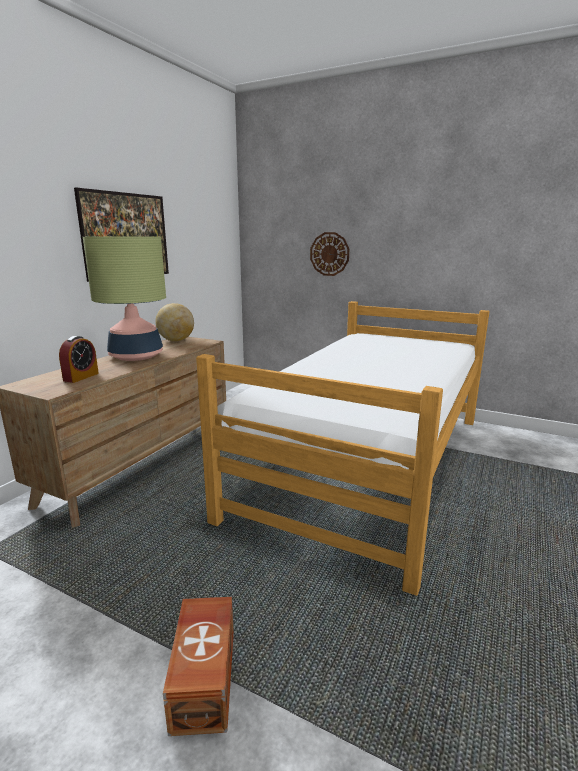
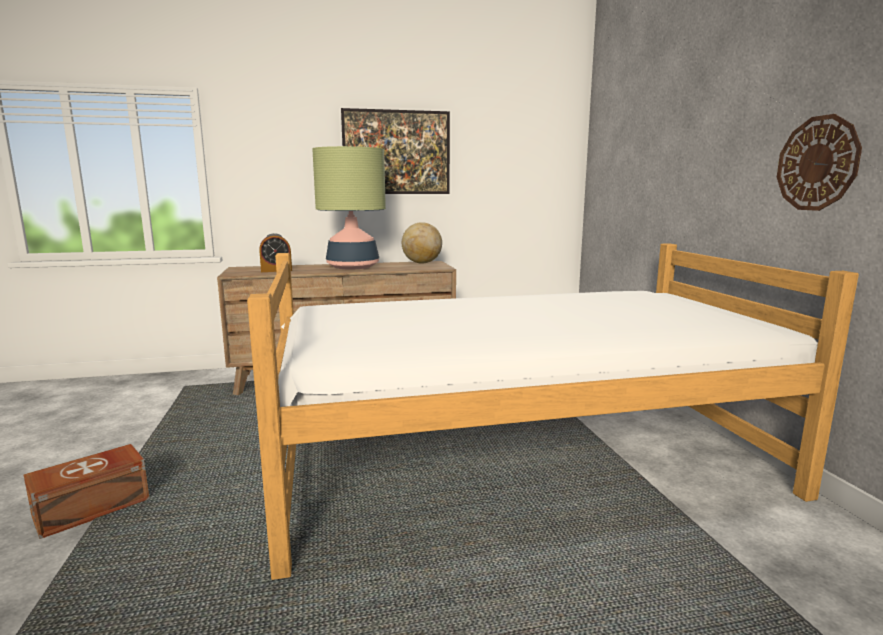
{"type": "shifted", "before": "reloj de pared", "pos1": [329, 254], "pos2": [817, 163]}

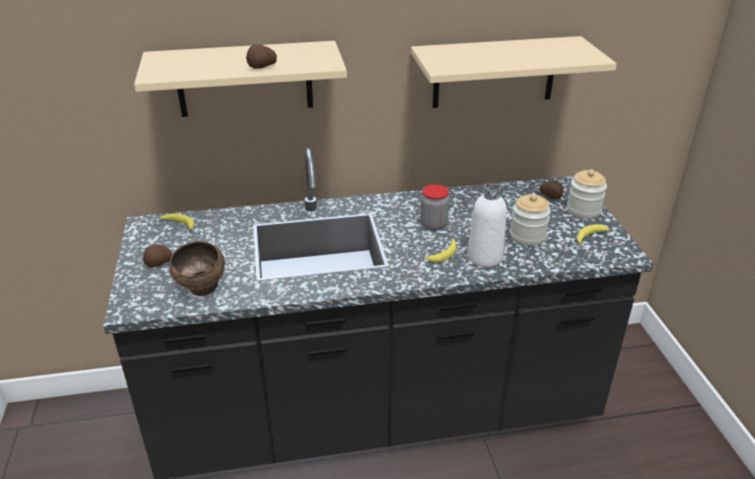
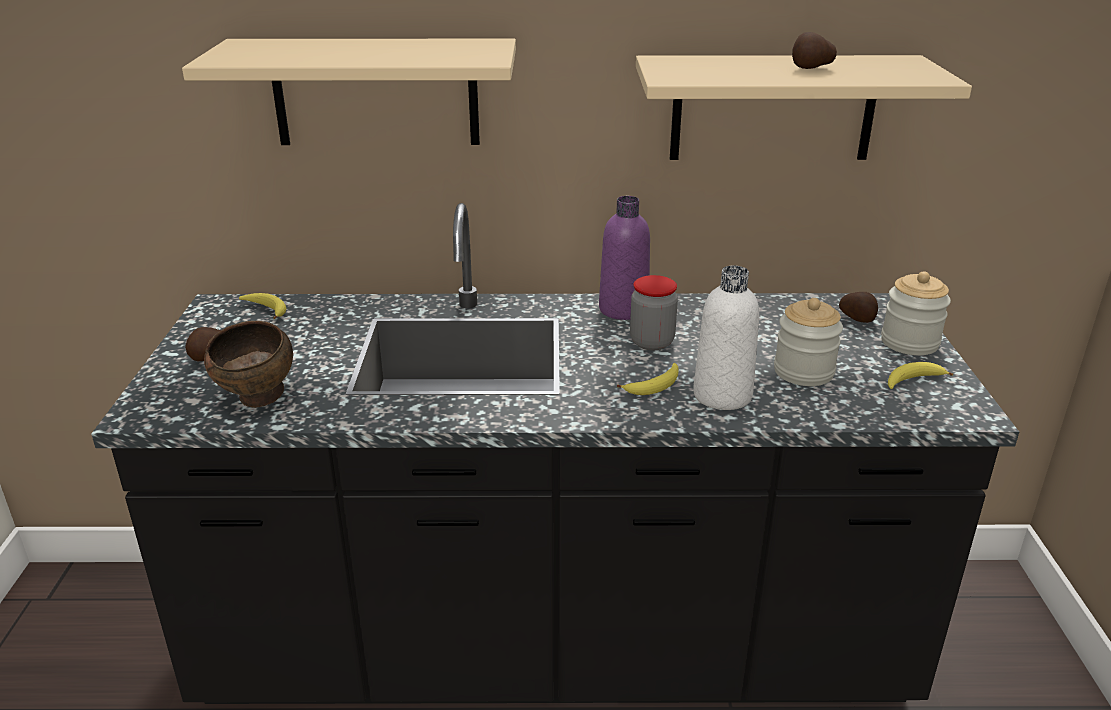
{"type": "shifted", "before": "patata", "pos1": [262, 67], "pos2": [810, 68]}
{"type": "new", "after": "botella/morado", "pos2": [623, 309]}

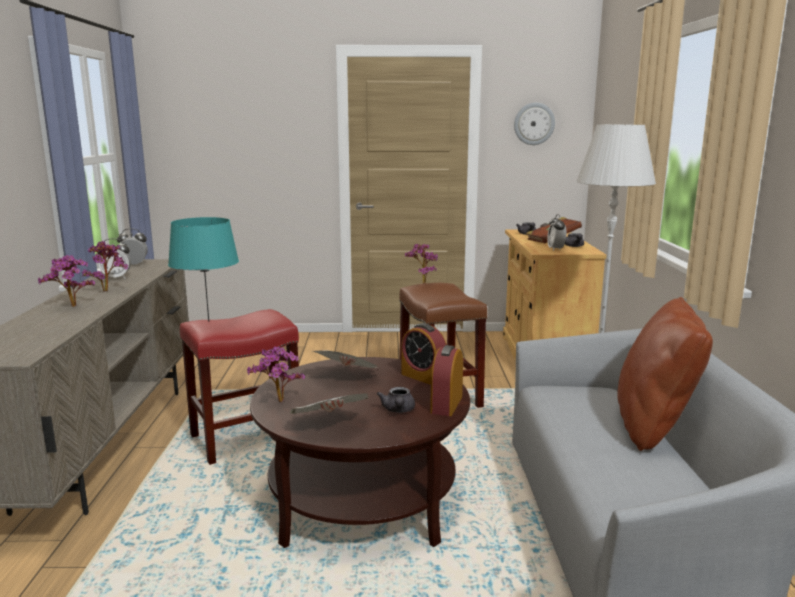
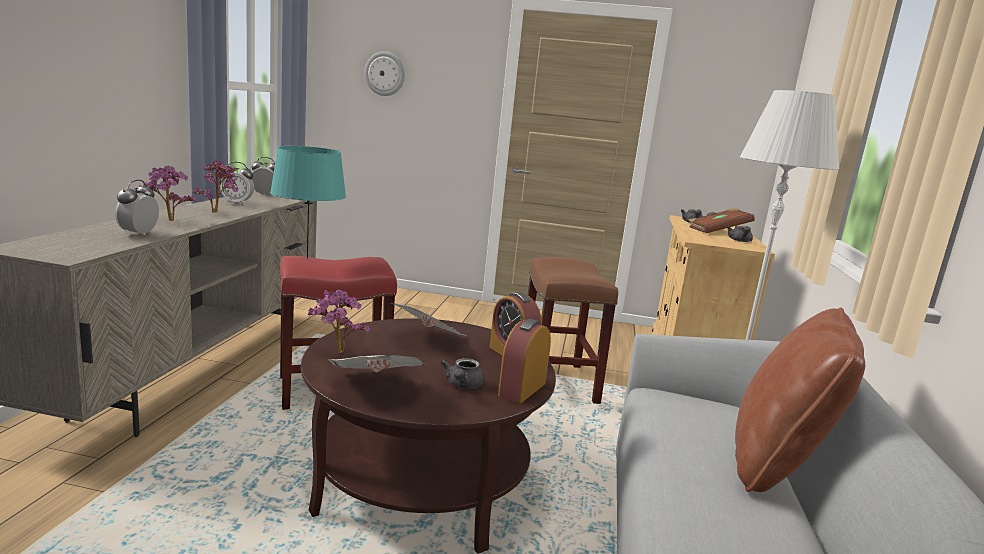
{"type": "gone", "before": "planta en maceta", "pos1": [421, 283]}
{"type": "shifted", "before": "reloj de pared", "pos1": [534, 124], "pos2": [385, 74]}
{"type": "shifted", "before": "despertador", "pos1": [555, 249], "pos2": [139, 234]}

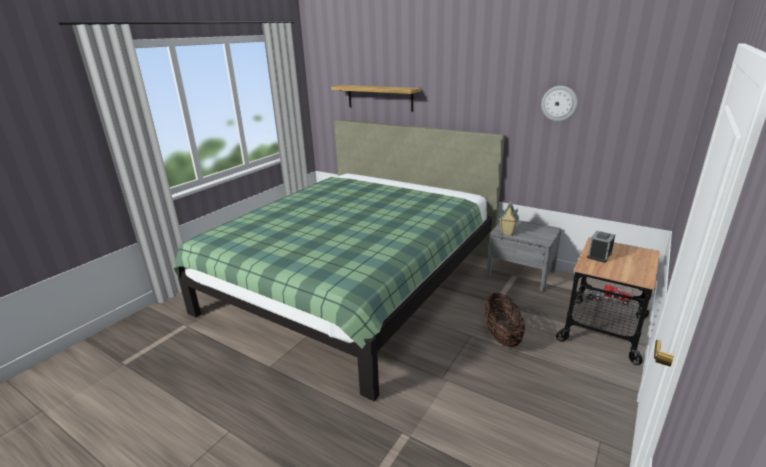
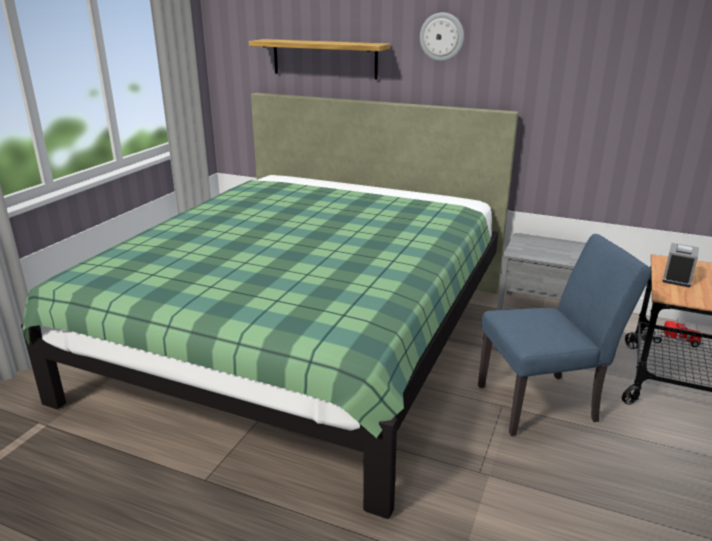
{"type": "swapped", "before": "cesta", "after": "silla/azul", "pos1": [501, 336], "pos2": [545, 402]}
{"type": "gone", "before": "casita", "pos1": [507, 233]}
{"type": "shifted", "before": "reloj de pared", "pos1": [559, 103], "pos2": [442, 37]}

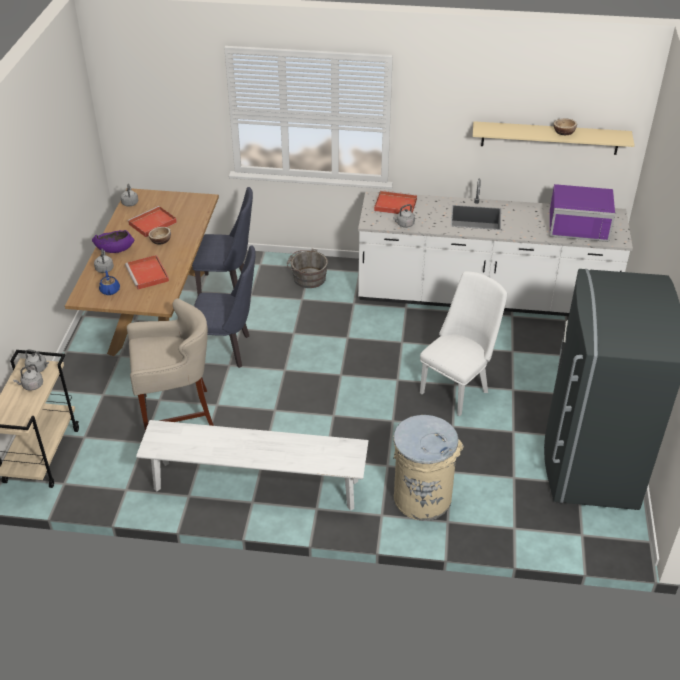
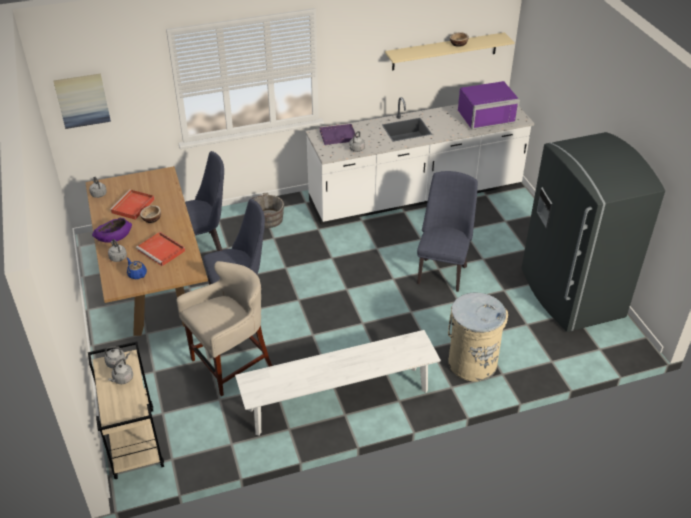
{"type": "repainted", "before": "bandeja/rojo", "after": "bandeja/morado", "pos1": [394, 205], "pos2": [337, 136]}
{"type": "repainted", "before": "silla/blanco", "after": "silla/azul", "pos1": [457, 388], "pos2": [442, 271]}
{"type": "new", "after": "cuadro", "pos2": [82, 100]}

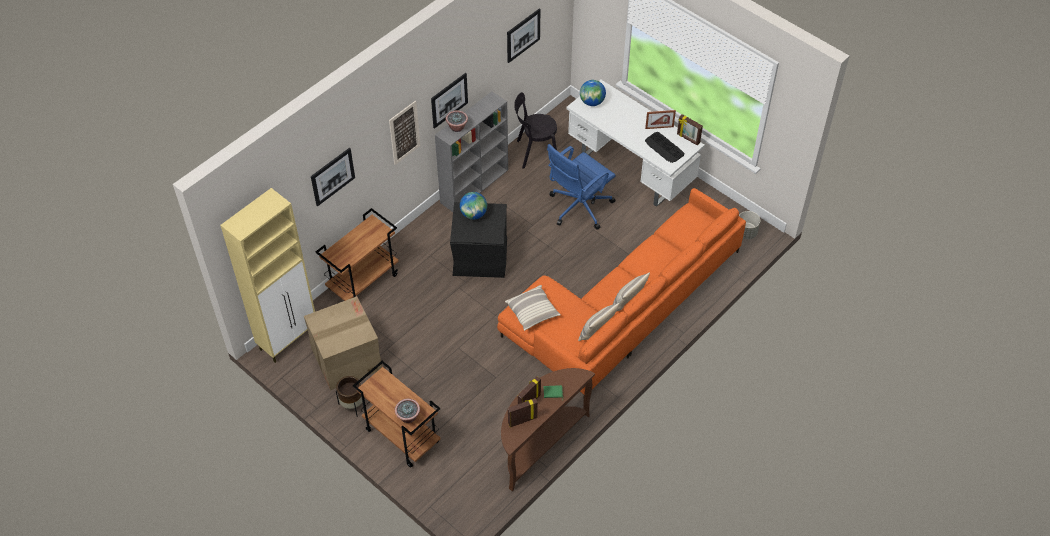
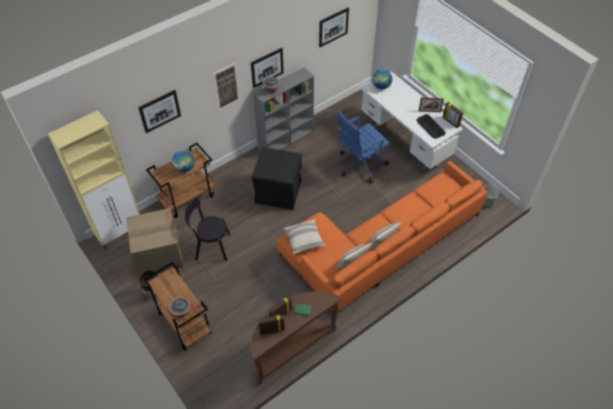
{"type": "shifted", "before": "globo terráqueo", "pos1": [473, 214], "pos2": [185, 168]}
{"type": "shifted", "before": "silla/negro", "pos1": [535, 152], "pos2": [210, 246]}

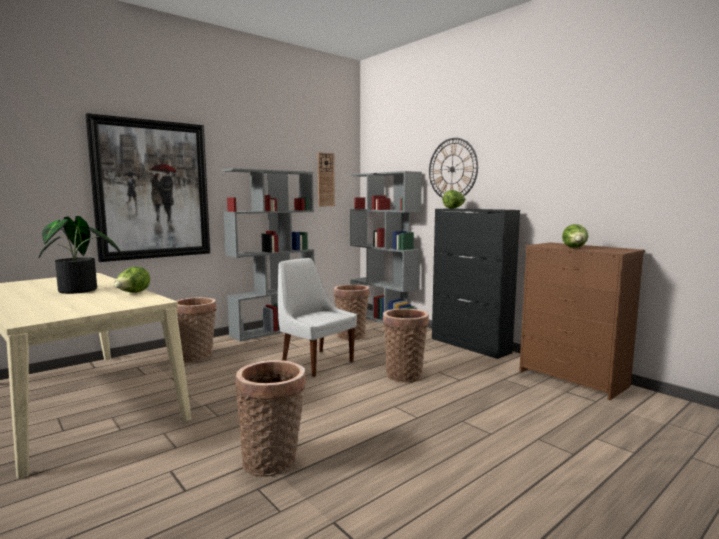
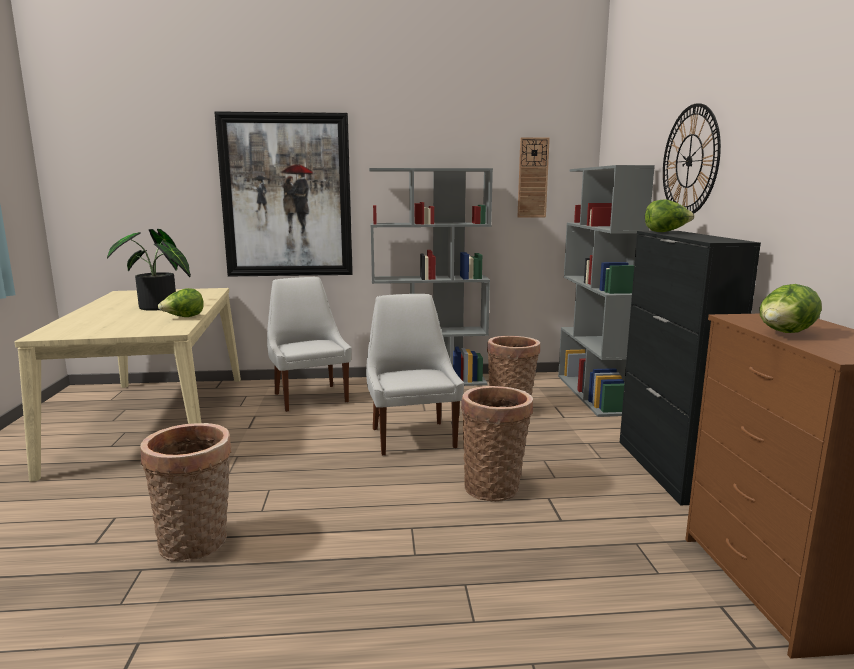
{"type": "swapped", "before": "cesta", "after": "silla/blanco", "pos1": [197, 356], "pos2": [310, 397]}

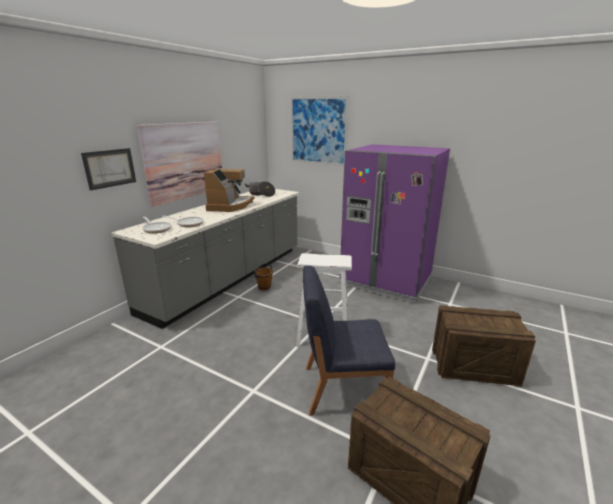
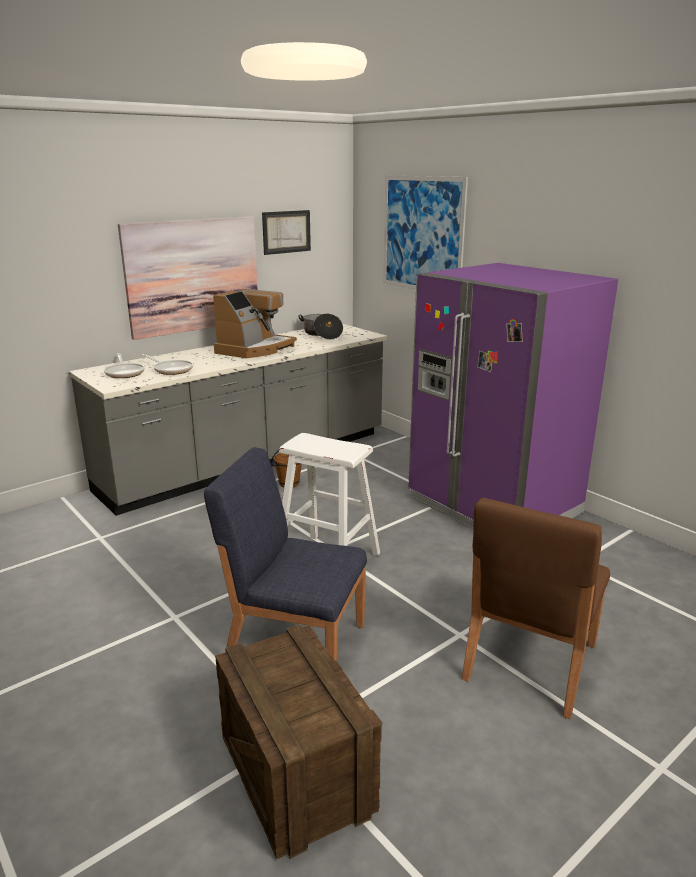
{"type": "shifted", "before": "cuadro", "pos1": [110, 168], "pos2": [286, 232]}
{"type": "swapped", "before": "caja de embalaje", "after": "silla/marrón", "pos1": [473, 365], "pos2": [529, 662]}

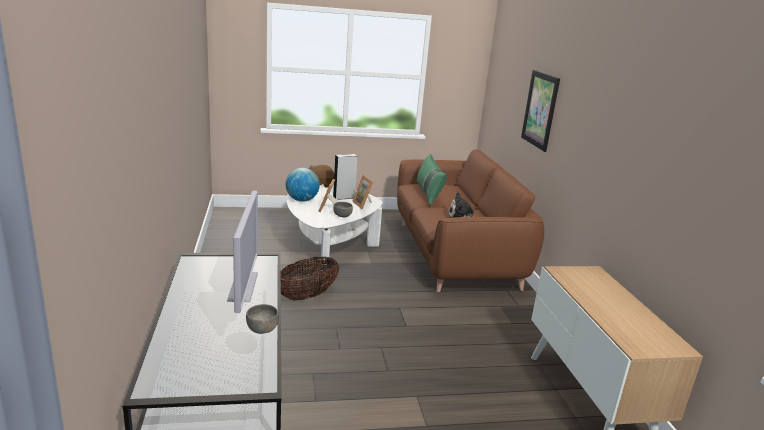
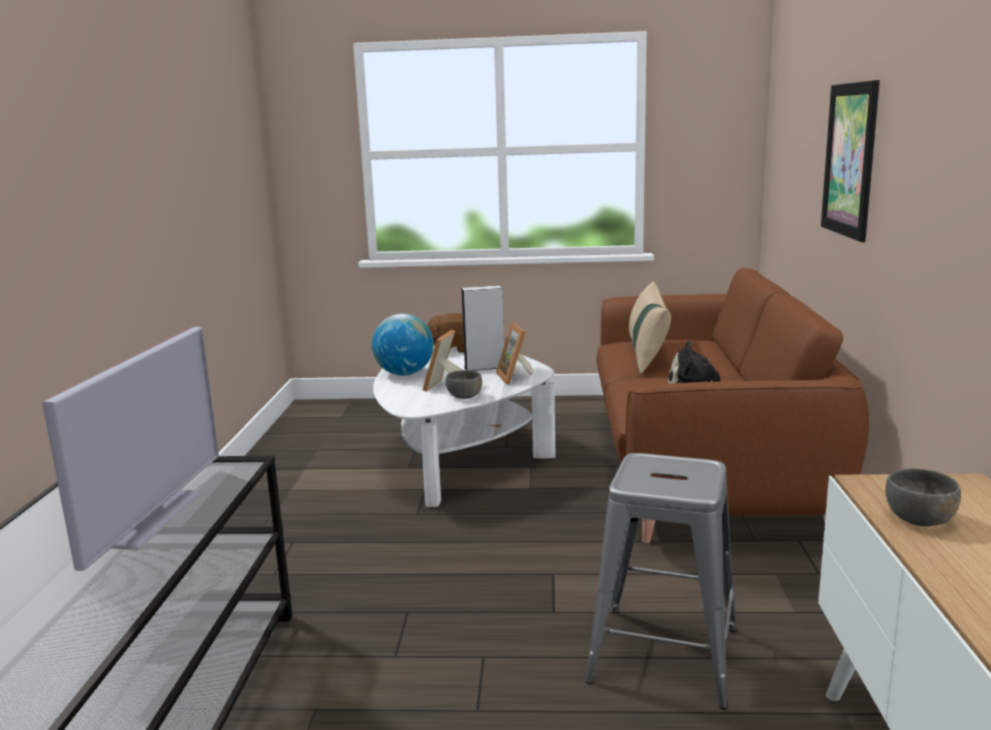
{"type": "shifted", "before": "cuenco/gris", "pos1": [262, 329], "pos2": [920, 519]}
{"type": "gone", "before": "cesta", "pos1": [307, 295]}
{"type": "repainted", "before": "cojín/verde", "after": "cojín/beis", "pos1": [428, 194], "pos2": [647, 355]}
{"type": "new", "after": "taburete/gris", "pos2": [663, 655]}

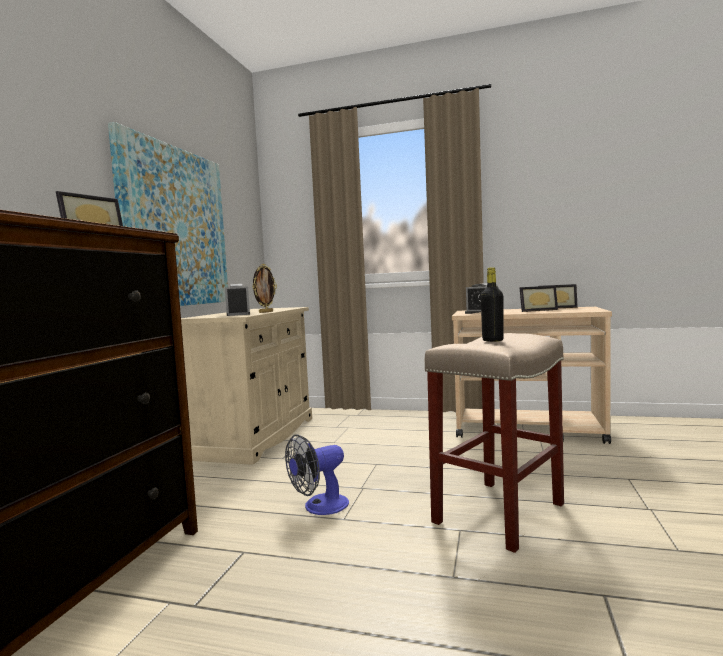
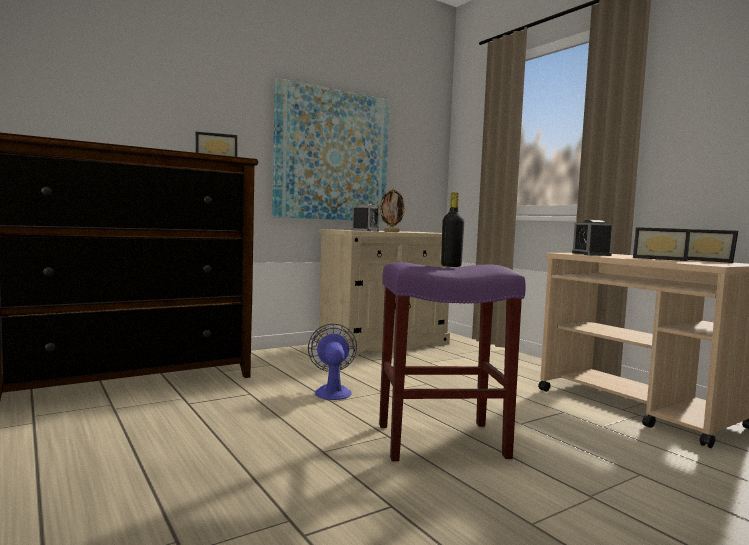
{"type": "rotated", "before": "ventilador", "pos1": [319, 507], "pos2": [332, 391], "turn": 75}
{"type": "repainted", "before": "taburete/beis", "after": "taburete/morado", "pos1": [499, 512], "pos2": [442, 440]}

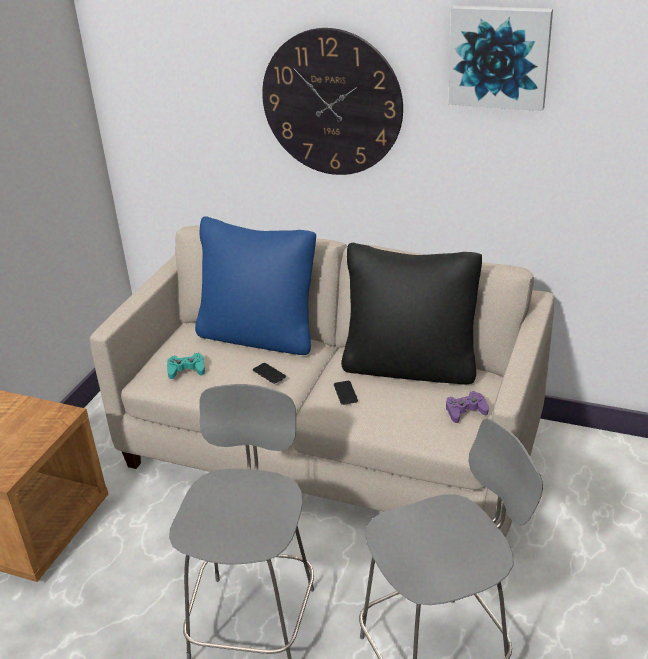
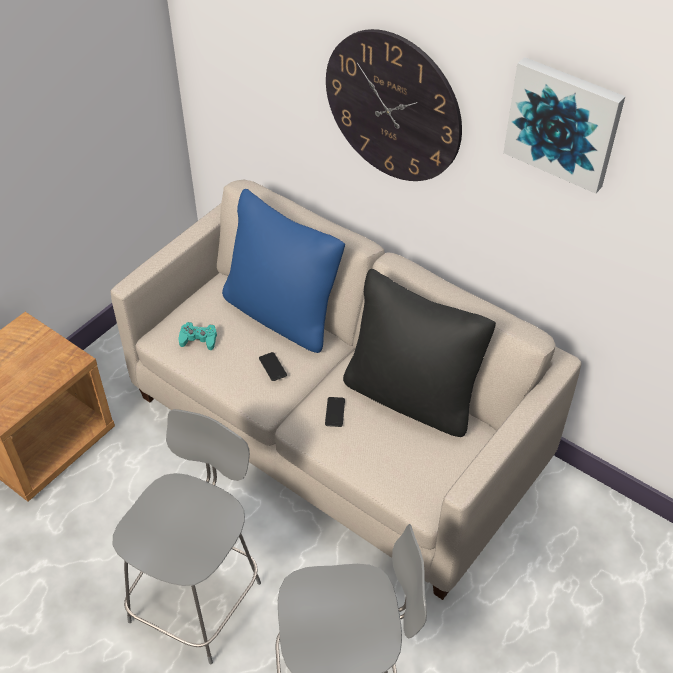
{"type": "gone", "before": "mando de consola/morado", "pos1": [465, 411]}

